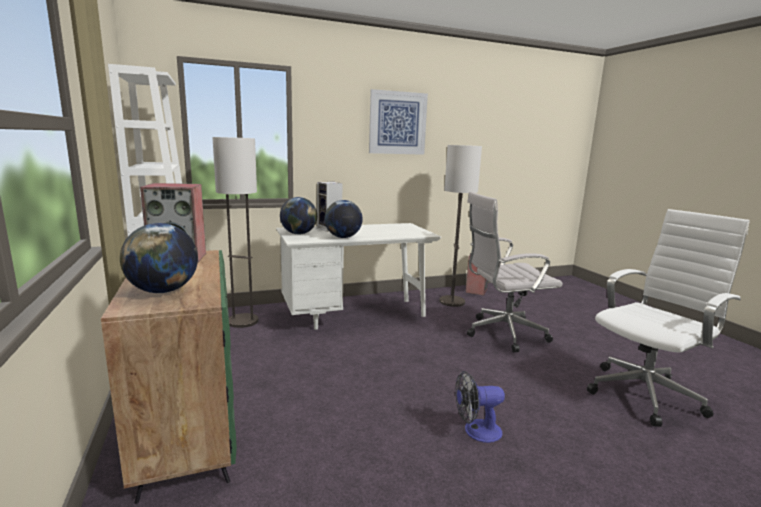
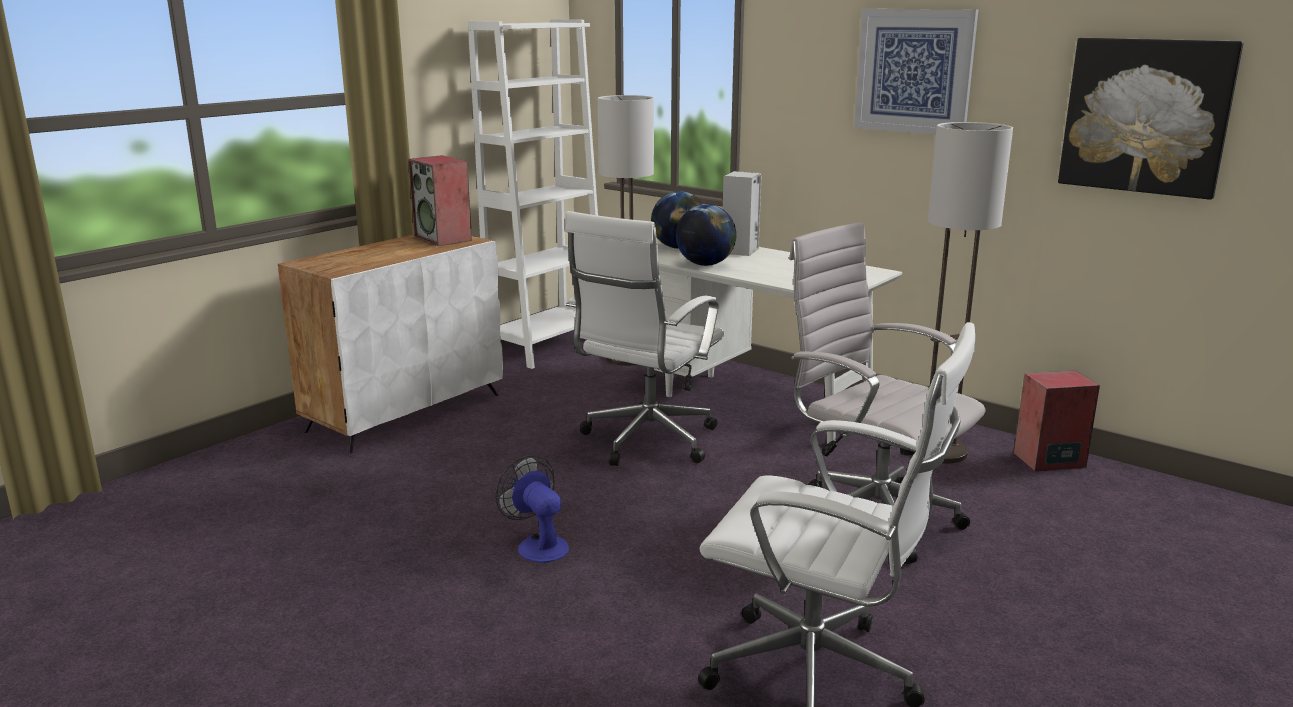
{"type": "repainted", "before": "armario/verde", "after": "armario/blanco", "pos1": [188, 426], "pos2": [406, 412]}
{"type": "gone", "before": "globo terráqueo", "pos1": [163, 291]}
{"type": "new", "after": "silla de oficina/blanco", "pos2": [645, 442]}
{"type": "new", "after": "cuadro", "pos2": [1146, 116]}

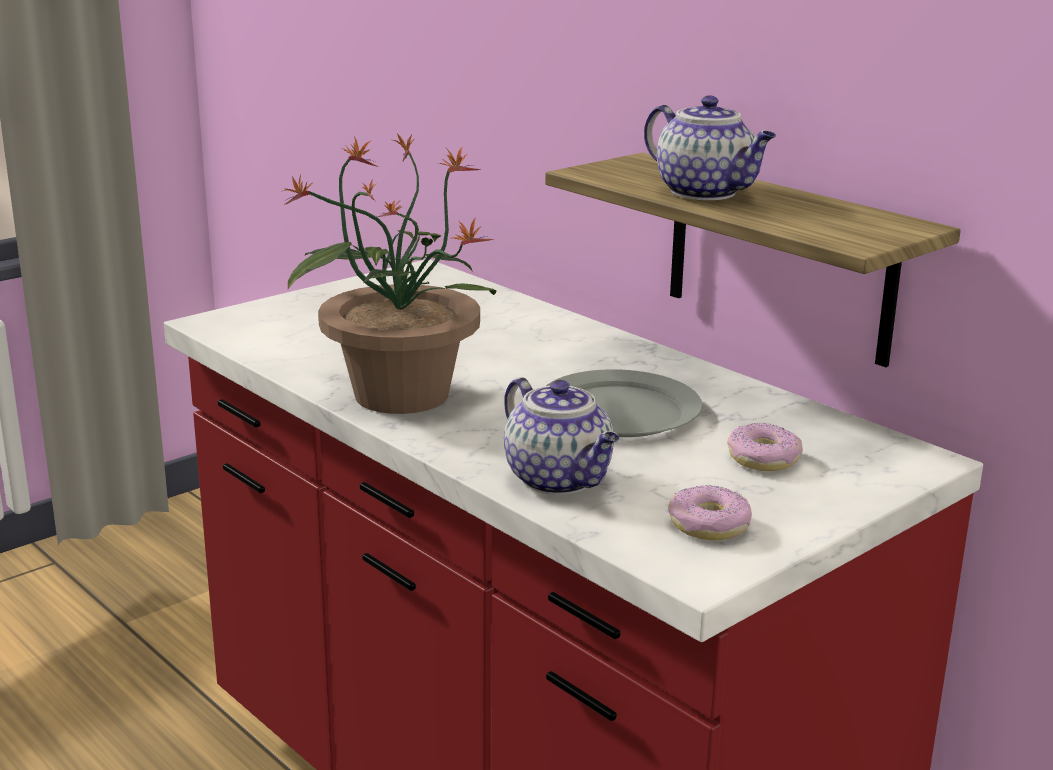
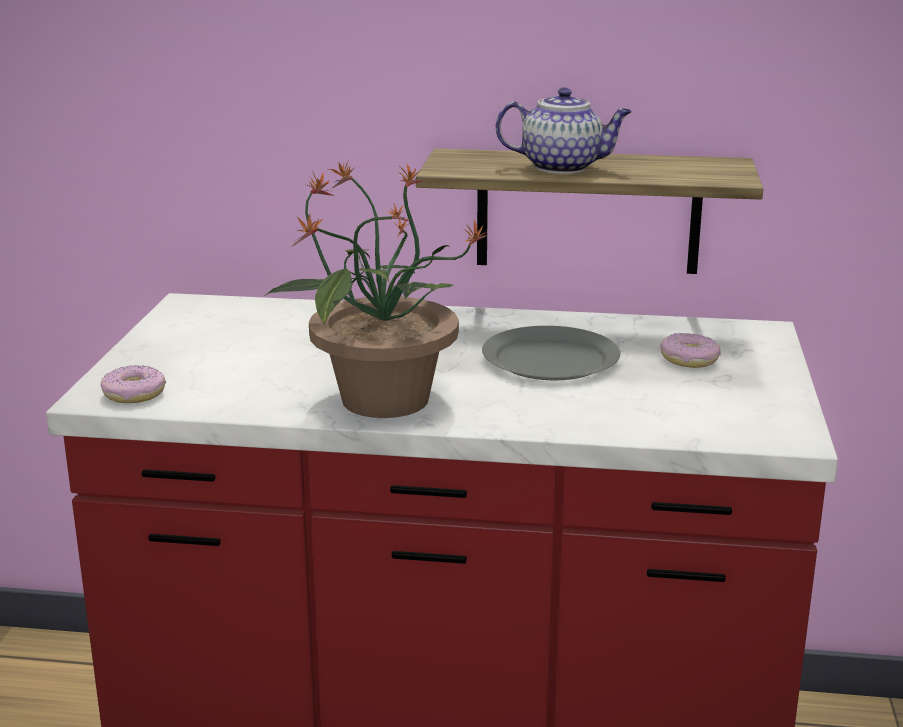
{"type": "gone", "before": "tetera", "pos1": [560, 480]}
{"type": "shifted", "before": "rosquilla", "pos1": [708, 525], "pos2": [134, 394]}

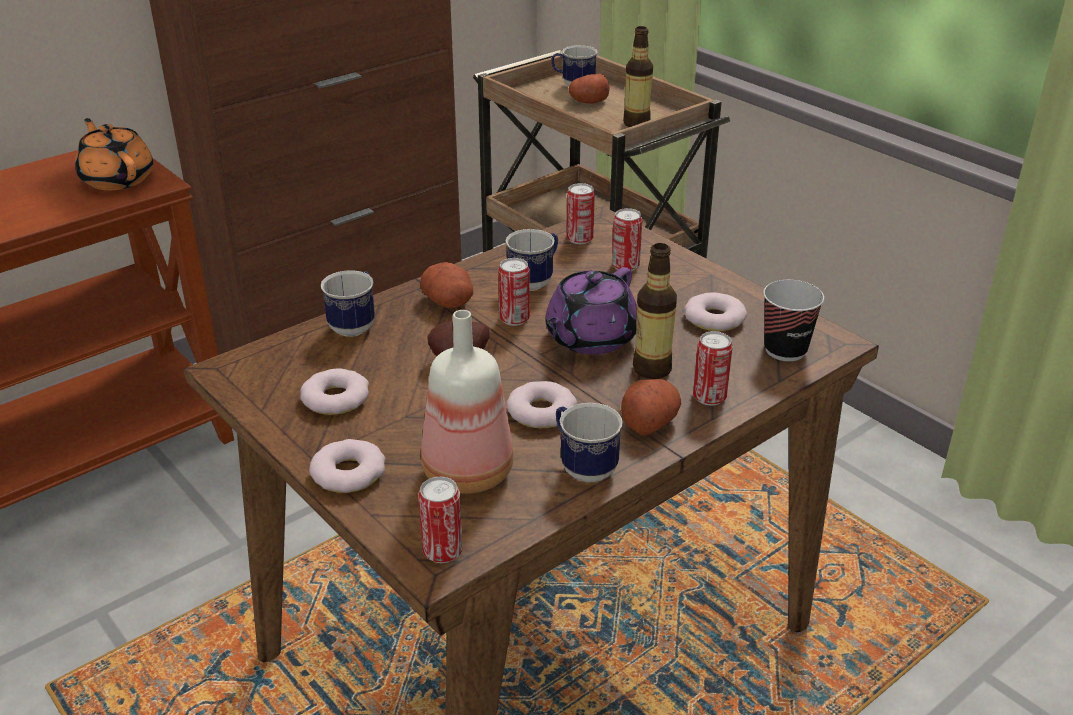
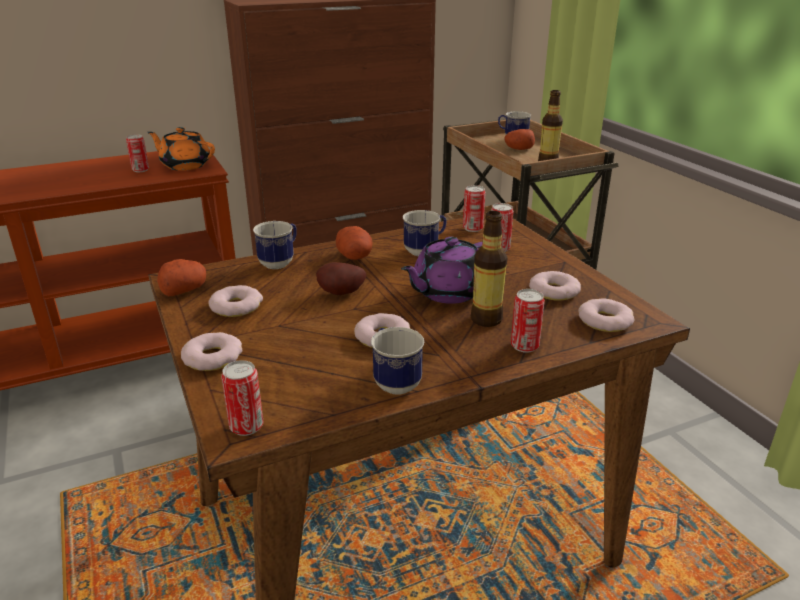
{"type": "rotated", "before": "tetera/naranja", "pos1": [117, 179], "pos2": [185, 165], "turn": -45}
{"type": "gone", "before": "botella", "pos1": [465, 473]}
{"type": "shifted", "before": "lata", "pos1": [514, 319], "pos2": [140, 170]}
{"type": "shifted", "before": "patata", "pos1": [649, 421], "pos2": [184, 290]}
{"type": "swapped", "before": "taza", "after": "rosquilla", "pos1": [785, 350], "pos2": [605, 320]}

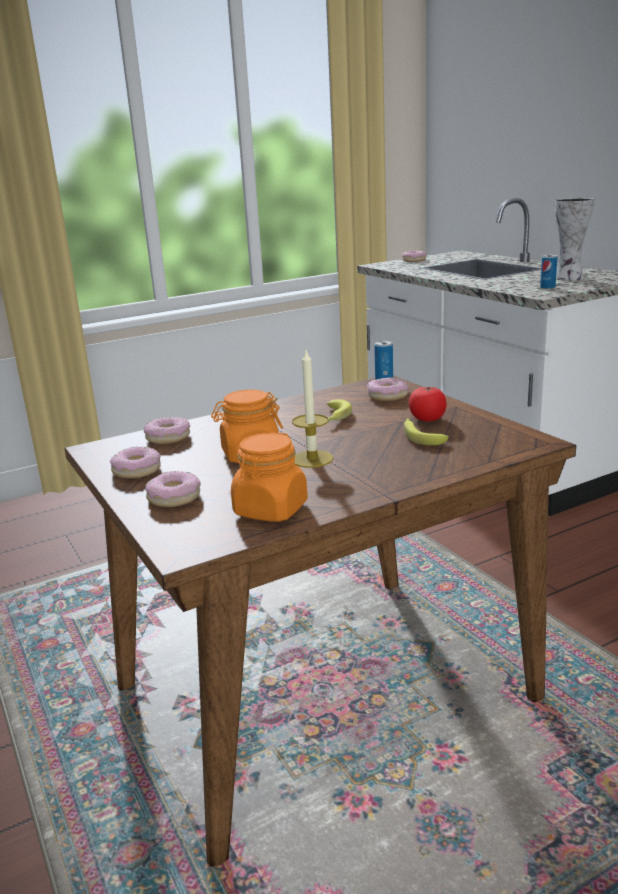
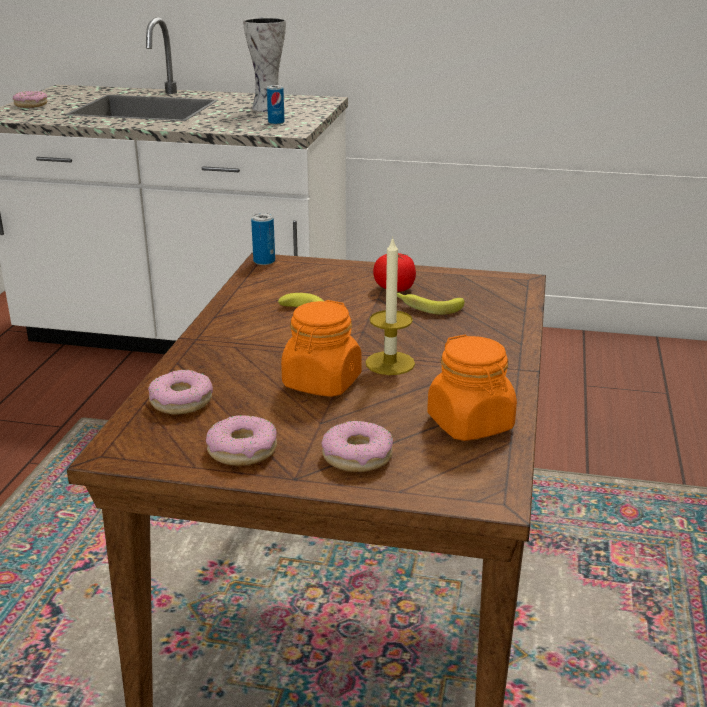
{"type": "gone", "before": "rosquilla", "pos1": [387, 396]}

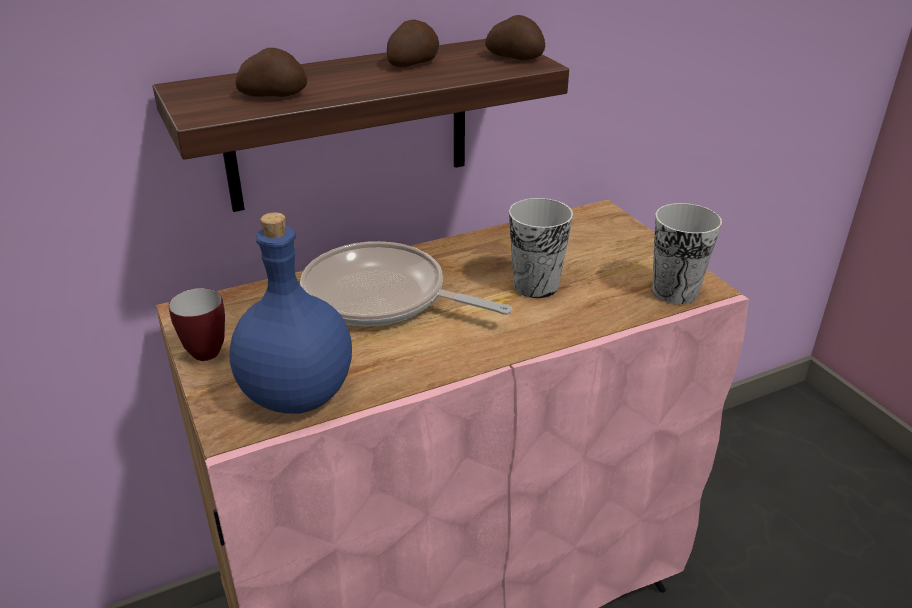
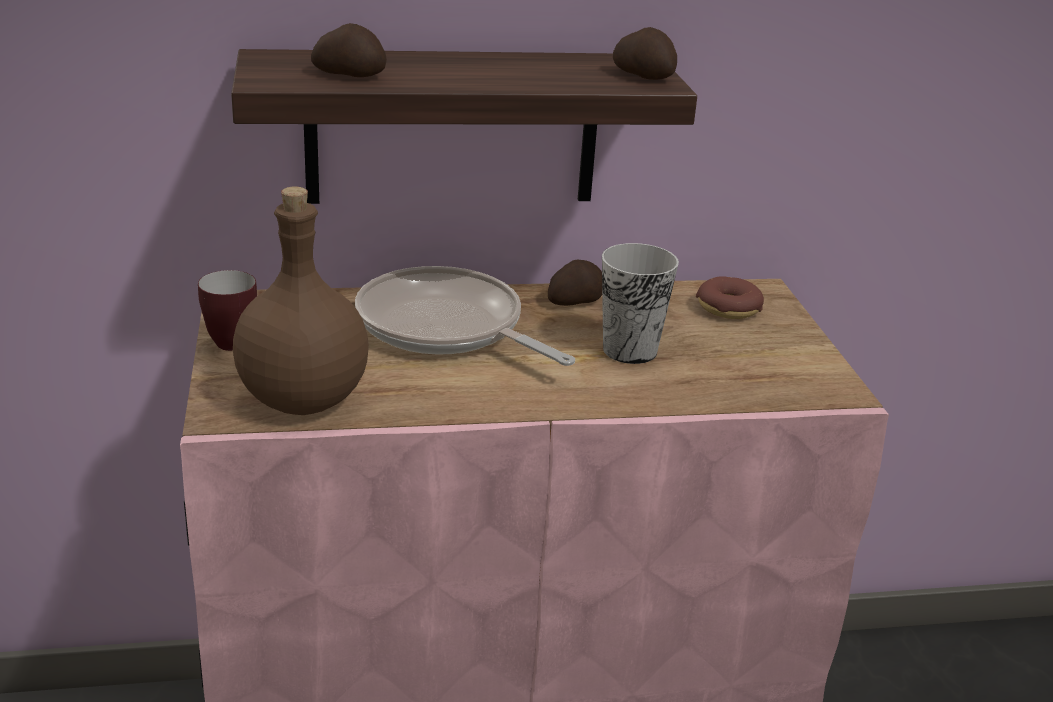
{"type": "repainted", "before": "botella/azul", "after": "botella/marrón", "pos1": [296, 394], "pos2": [302, 399]}
{"type": "shifted", "before": "patata", "pos1": [412, 63], "pos2": [574, 301]}
{"type": "gone", "before": "taza", "pos1": [675, 291]}
{"type": "new", "after": "rosquilla", "pos2": [728, 308]}

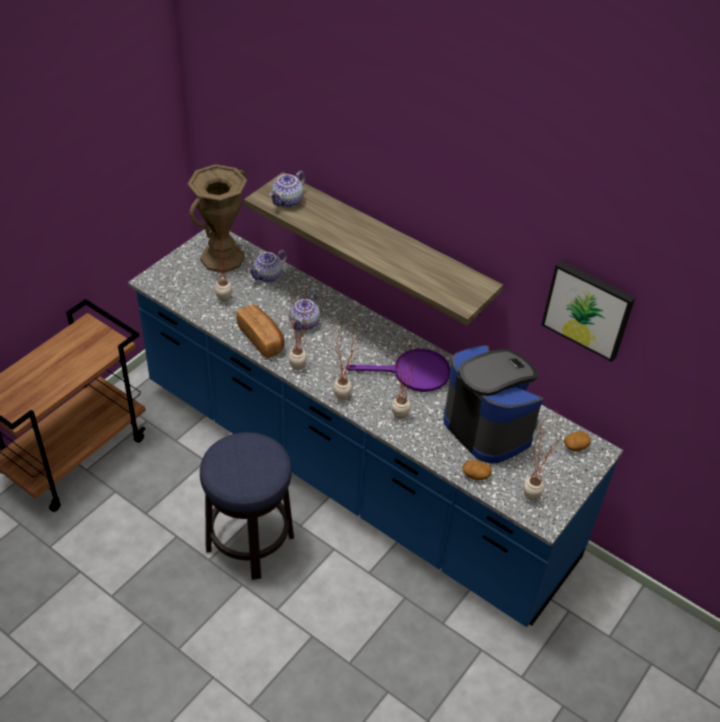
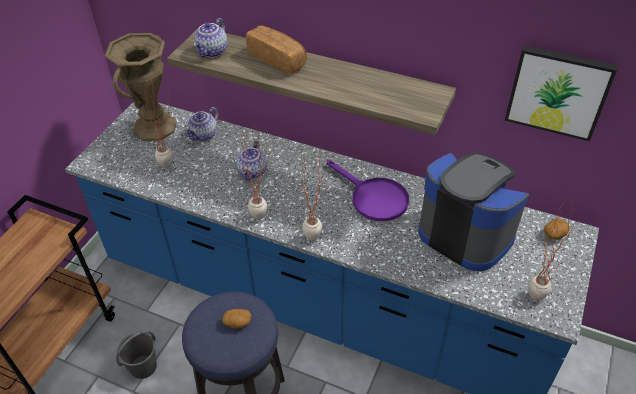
{"type": "shifted", "before": "pan", "pos1": [261, 338], "pos2": [278, 59]}
{"type": "rotated", "before": "sartén/morado", "pos1": [412, 373], "pos2": [373, 198], "turn": 60}
{"type": "gone", "before": "planta en maceta", "pos1": [398, 420]}
{"type": "shifted", "before": "patata", "pos1": [475, 475], "pos2": [237, 323]}
{"type": "new", "after": "cubo/gris", "pos2": [144, 366]}

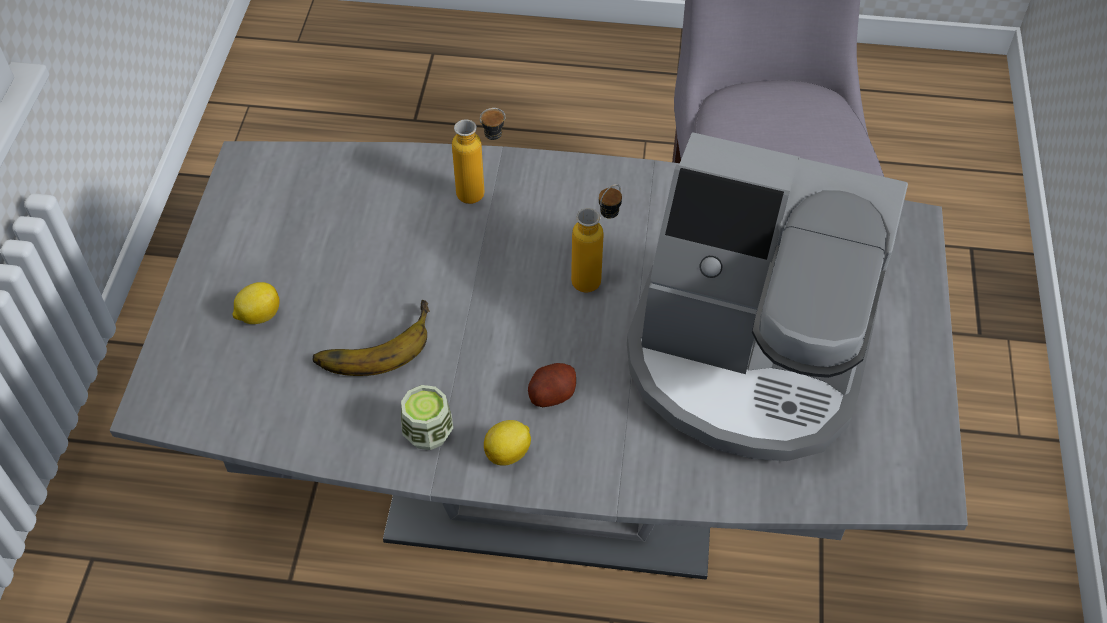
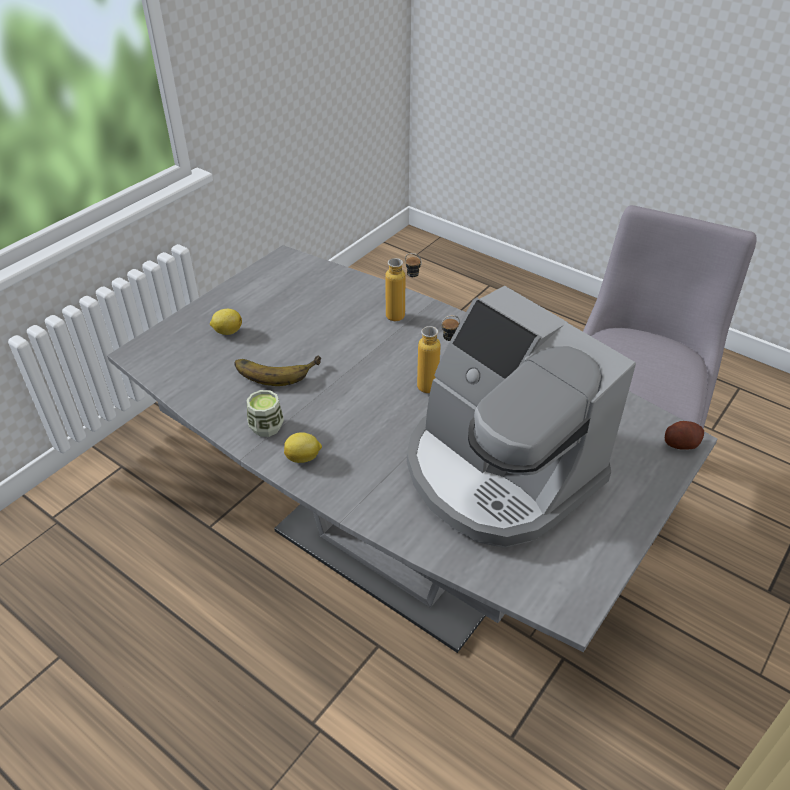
{"type": "shifted", "before": "patata", "pos1": [552, 394], "pos2": [680, 444]}

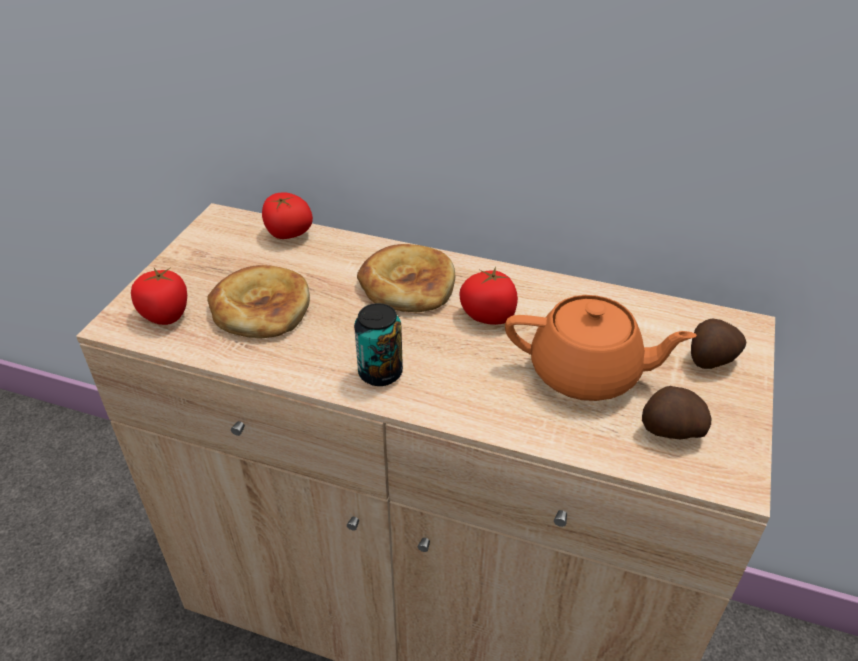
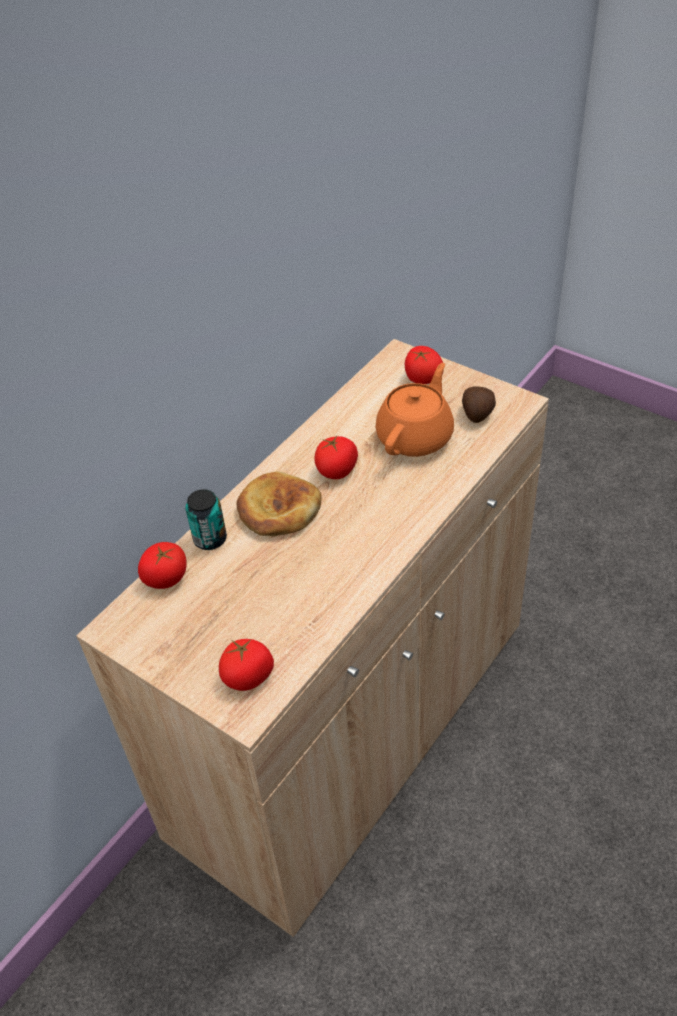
{"type": "gone", "before": "pan", "pos1": [261, 307]}
{"type": "shifted", "before": "lata", "pos1": [380, 373], "pos2": [210, 539]}
{"type": "swapped", "before": "patata", "after": "tomate", "pos1": [710, 359], "pos2": [422, 379]}

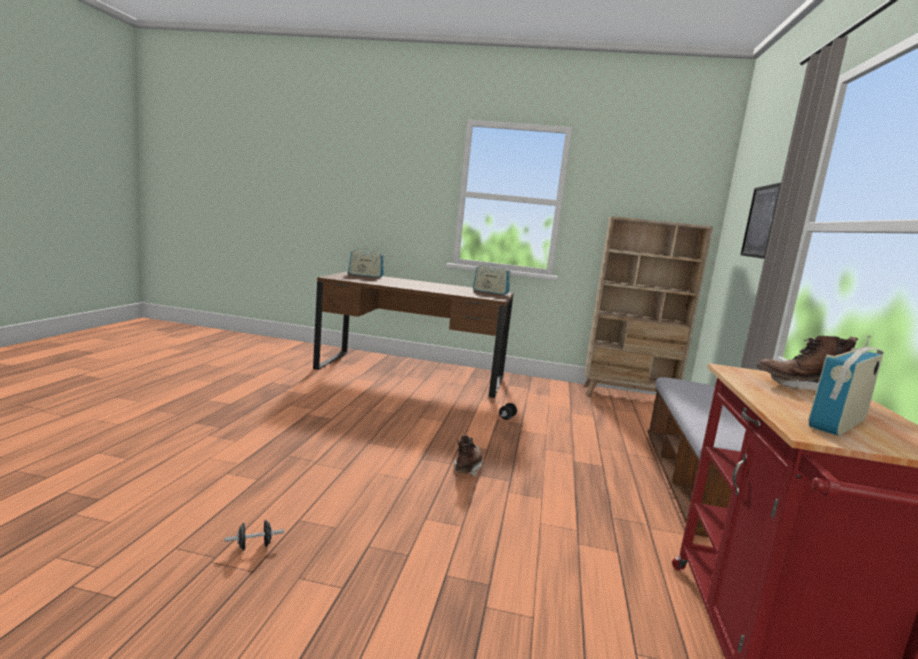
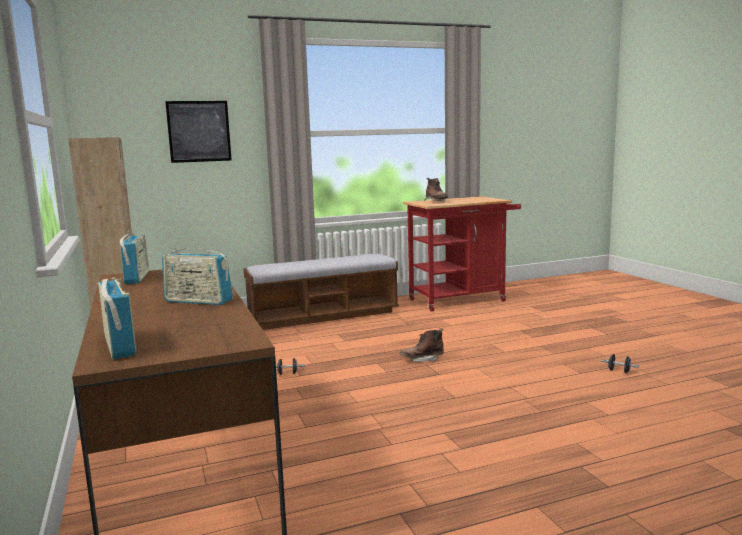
{"type": "shifted", "before": "radio", "pos1": [838, 423], "pos2": [198, 301]}

